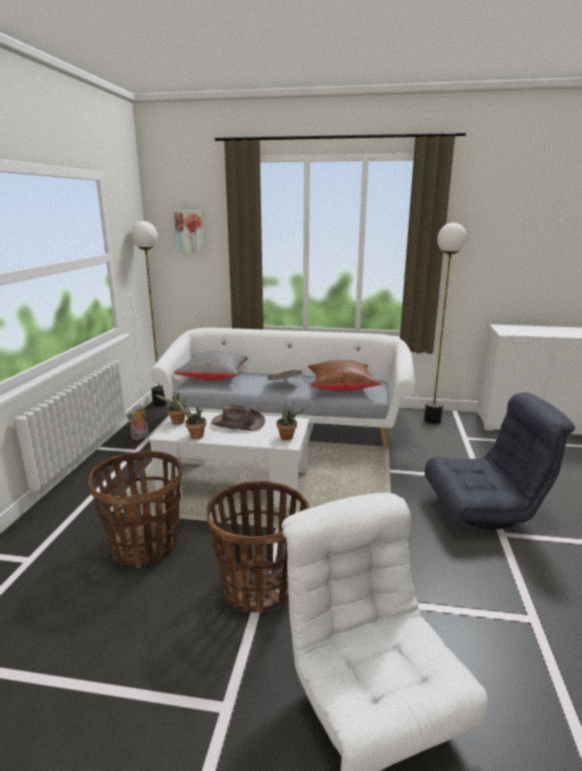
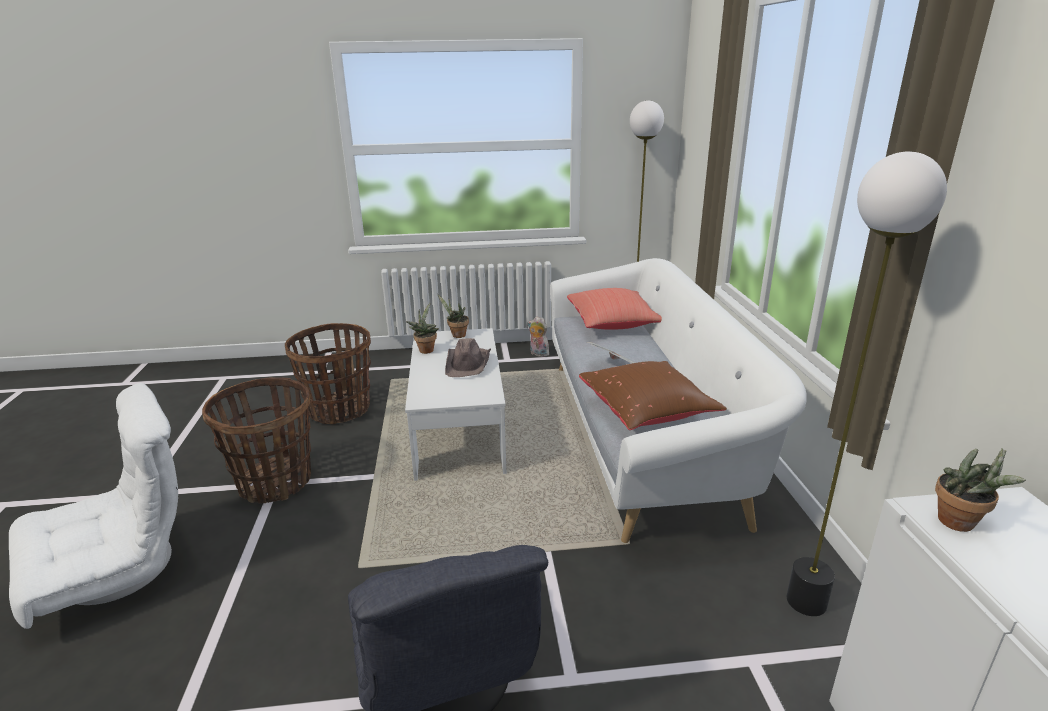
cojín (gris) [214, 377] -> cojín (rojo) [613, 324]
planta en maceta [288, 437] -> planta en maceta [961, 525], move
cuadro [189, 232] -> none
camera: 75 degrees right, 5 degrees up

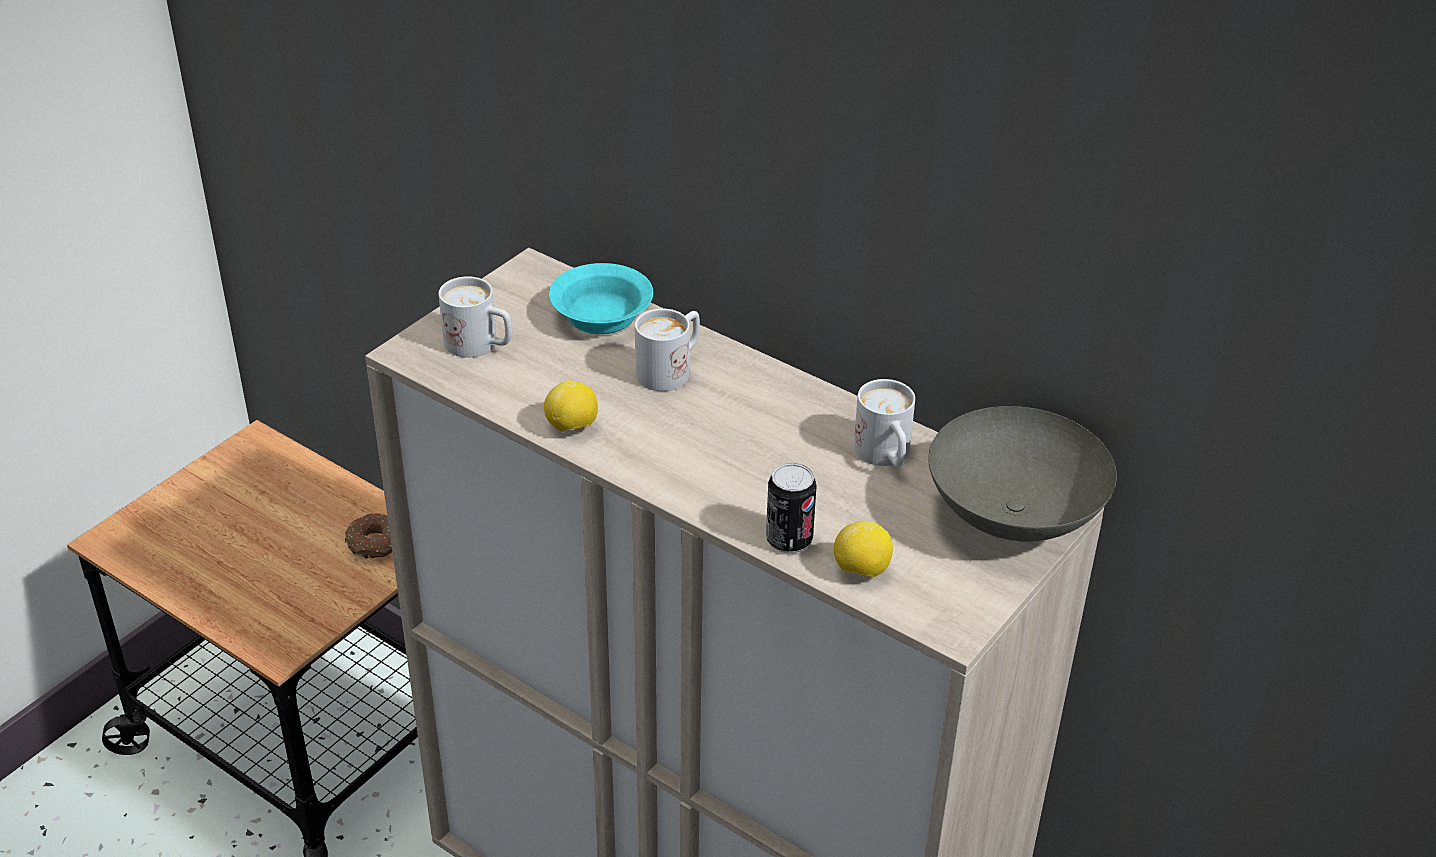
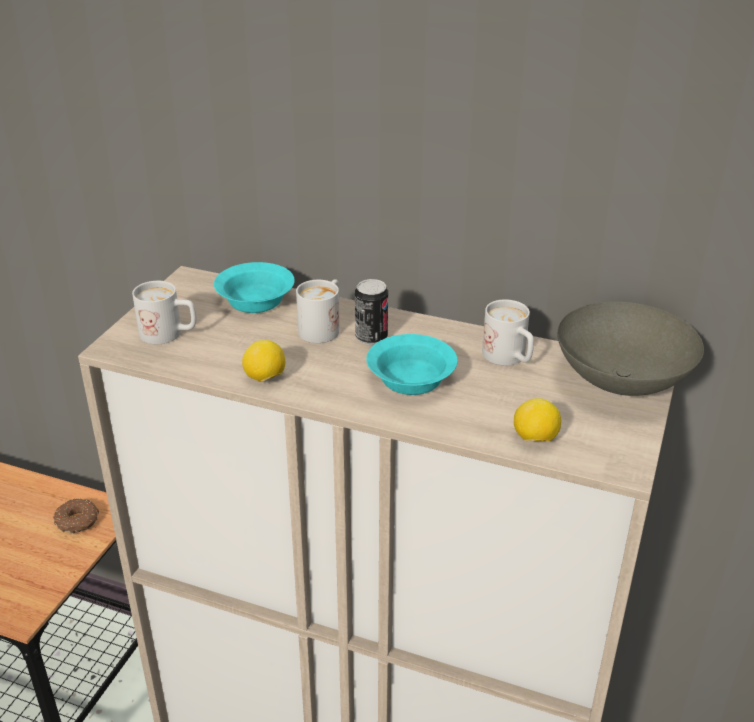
lata [789, 540] -> lata [371, 337], move
none -> cuenco (turquesa) [409, 379]
camera: 15 degrees left, 5 degrees down

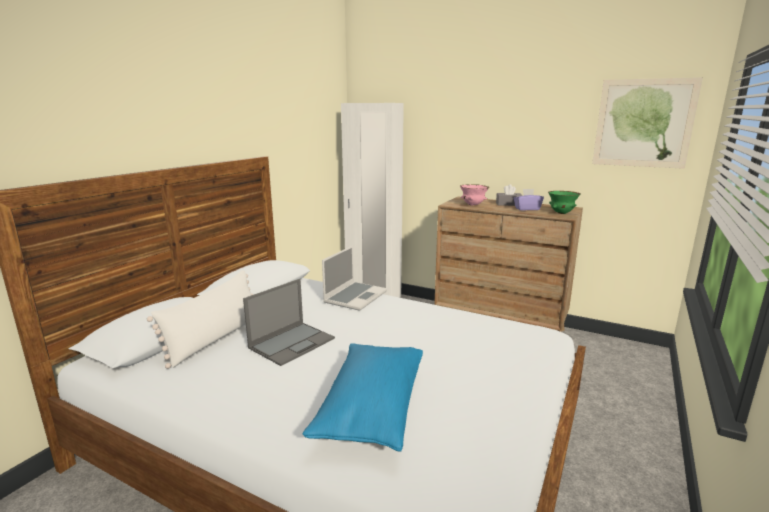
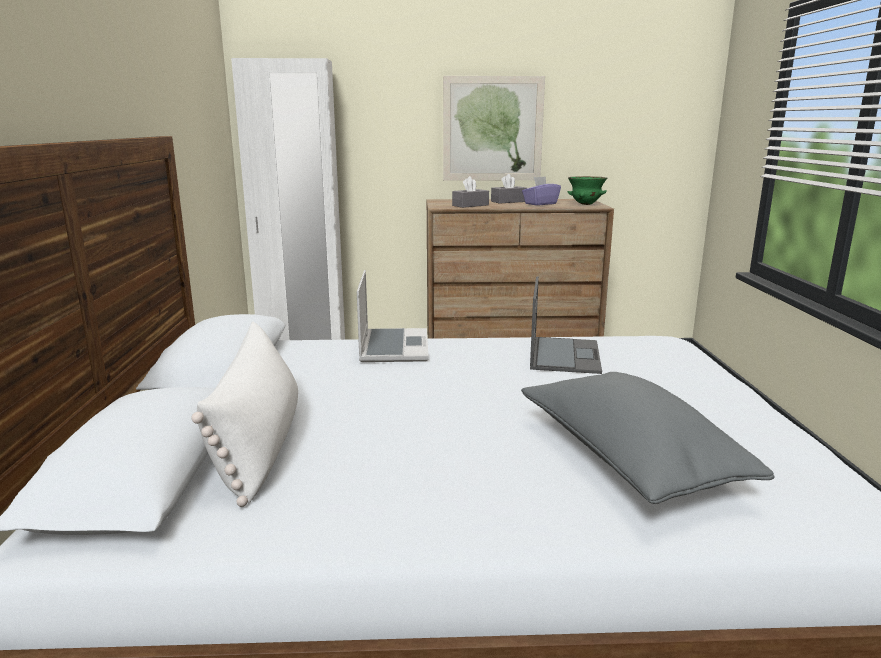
cuadro [643, 123] -> cuadro [492, 129], move
cuenco (rosa) [473, 205] -> caja de pañuelos (gris) [470, 205]
cojín (azul) [371, 408] -> cojín (gris) [627, 459]
portátil [292, 343] -> portátil [564, 355], move
camera: 30 degrees left, 0 degrees up

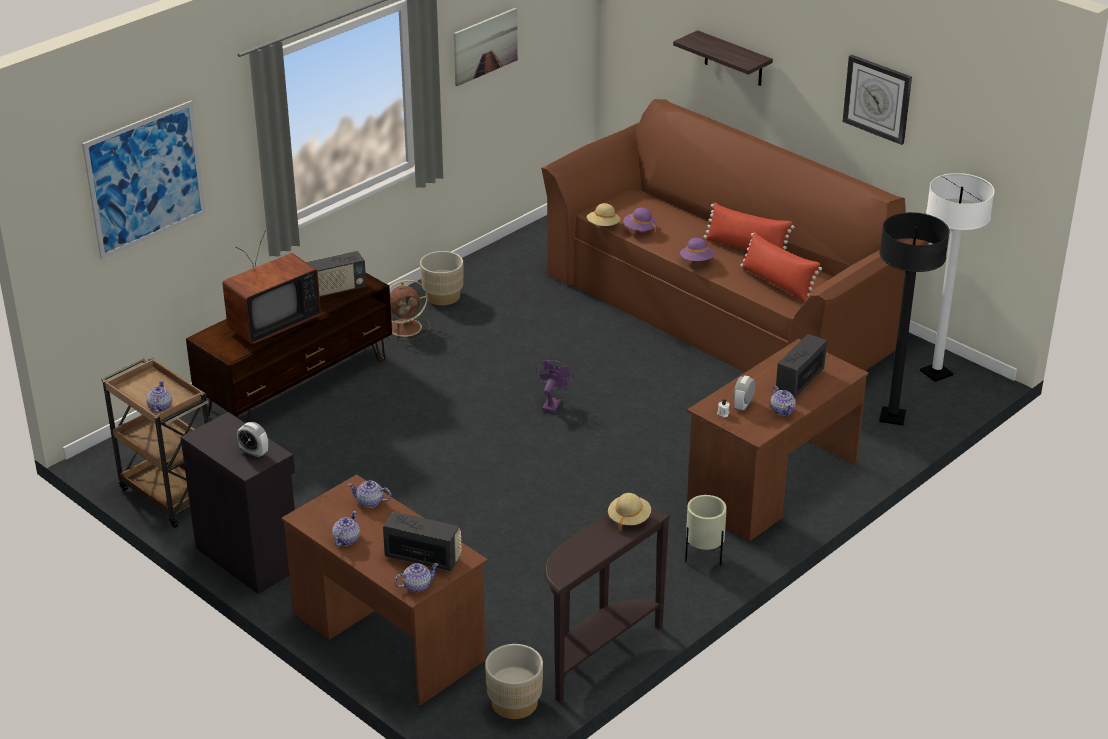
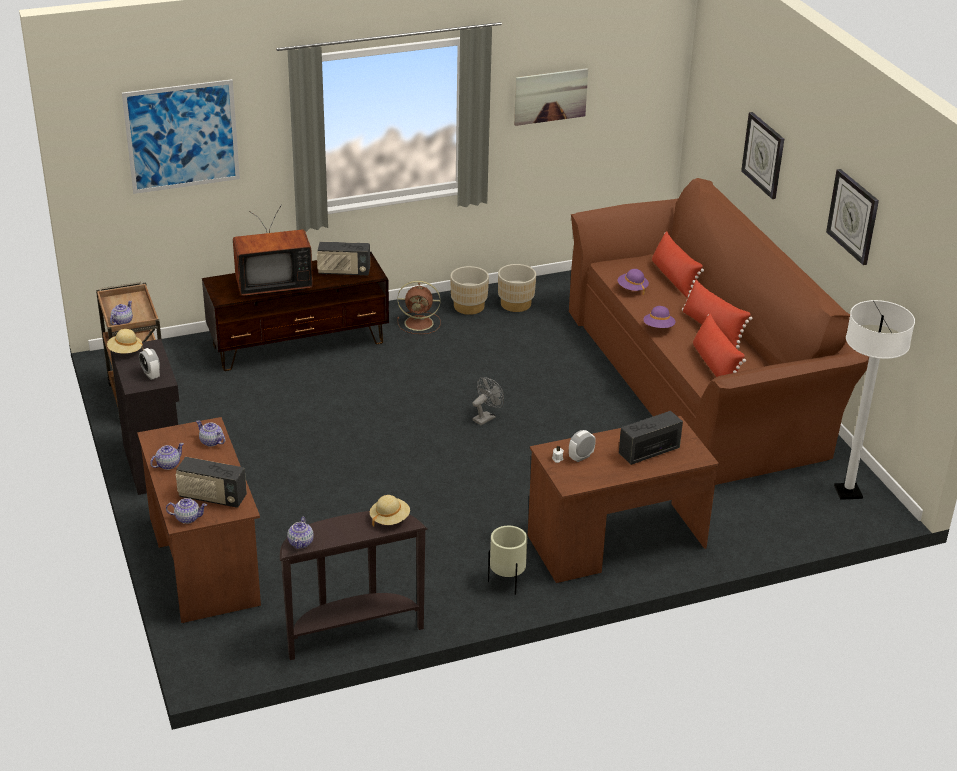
sombrero (beis) [603, 225] -> sombrero (beis) [125, 351], move
radio [423, 557] -> radio [212, 497], 150 degrees clockwise
tetera [782, 410] -> tetera [301, 542], move
ventilador (morado) [553, 403] -> ventilador (gris) [486, 417]
maceta (beis) [514, 703] -> maceta (beis) [516, 304], move
none -> cojín (rojo) [674, 278]
estante [733, 59] -> reloj de pared [764, 155]
lámpara de pie (negro) [892, 417] -> none
camera: 25 degrees right, 0 degrees up

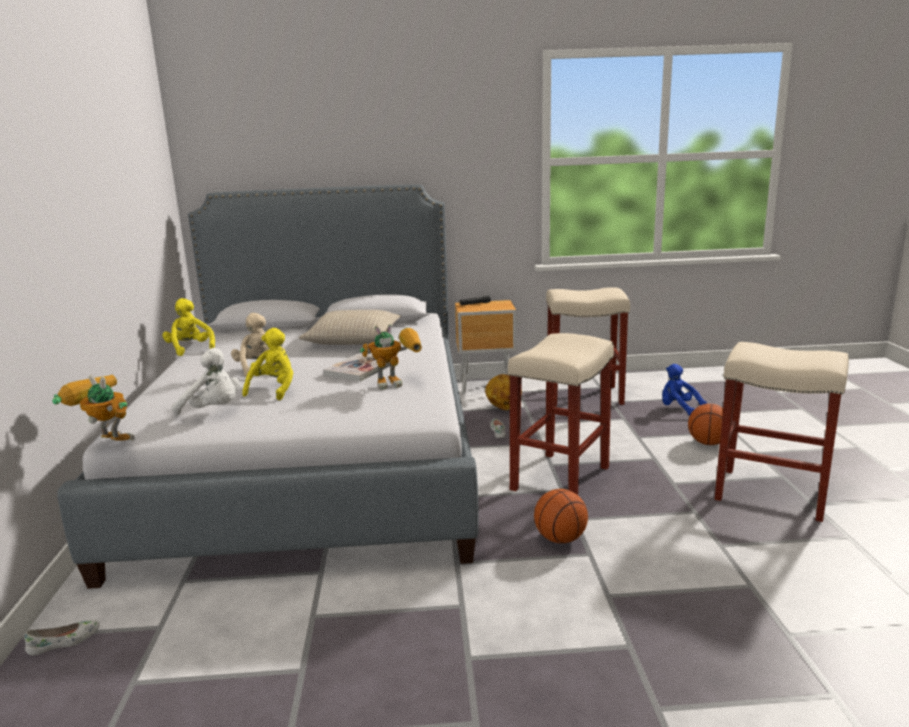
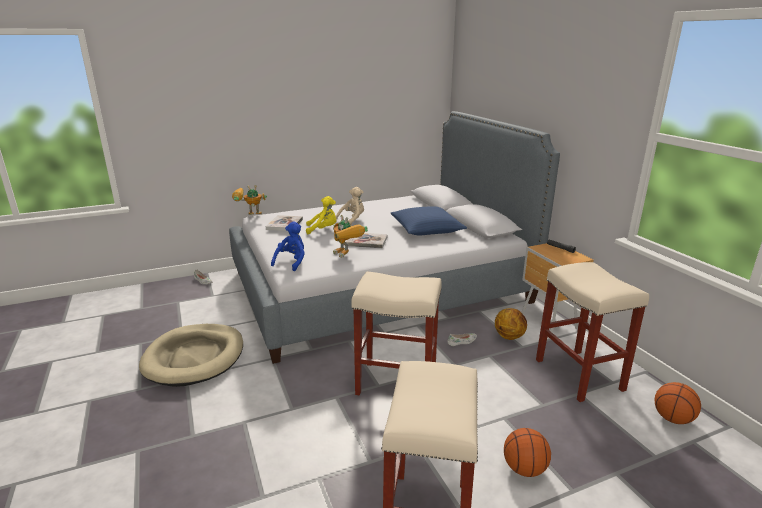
none -> cama para perro (beis) [194, 357]
robot de juguete [104, 441] -> robot de juguete [249, 216], 105 degrees counterclockwise
peluche (blanco) [213, 410] -> libro [284, 224]
peluche (azul) [678, 409] -> peluche (azul) [291, 262], move
cojín (beis) [353, 340] -> cojín (azul) [426, 229]
balón de baloncesto [560, 539] -> balón de baloncesto [672, 419], move
peluche (amarillo) [190, 349] -> none
camera: 70 degrees right, 5 degrees up

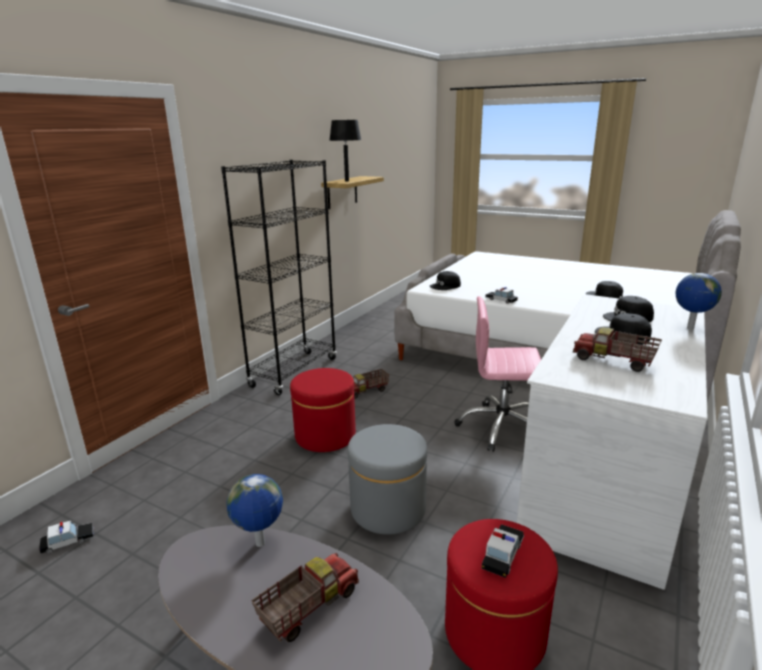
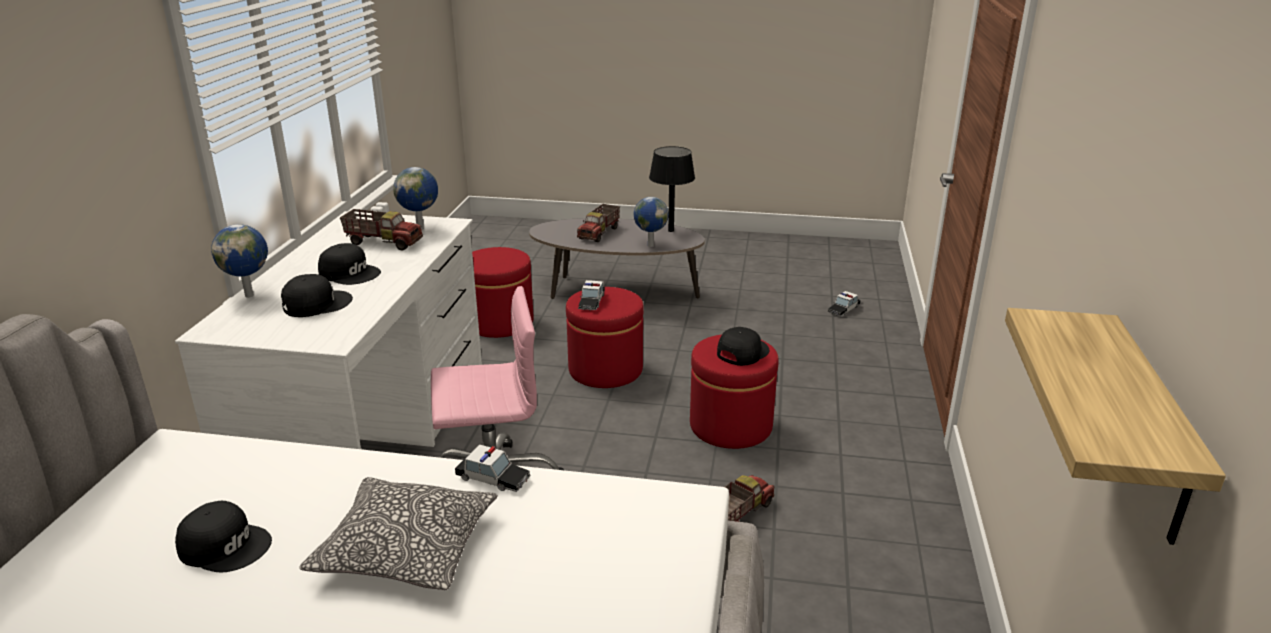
none -> cojín [406, 549]
none -> globo terráqueo [421, 228]
puf (gris) [388, 509] -> puf (rojo) [605, 370]
coche de juguete [503, 554] -> coche de juguete [591, 302], move
lámpara de mesa (negro) [346, 181] -> lámpara de mesa (negro) [671, 230], move
gorra (negro) [445, 286] -> gorra (negro) [742, 352], move
estantería (negro) [294, 372] -> none
camera: 160 degrees right, 5 degrees up

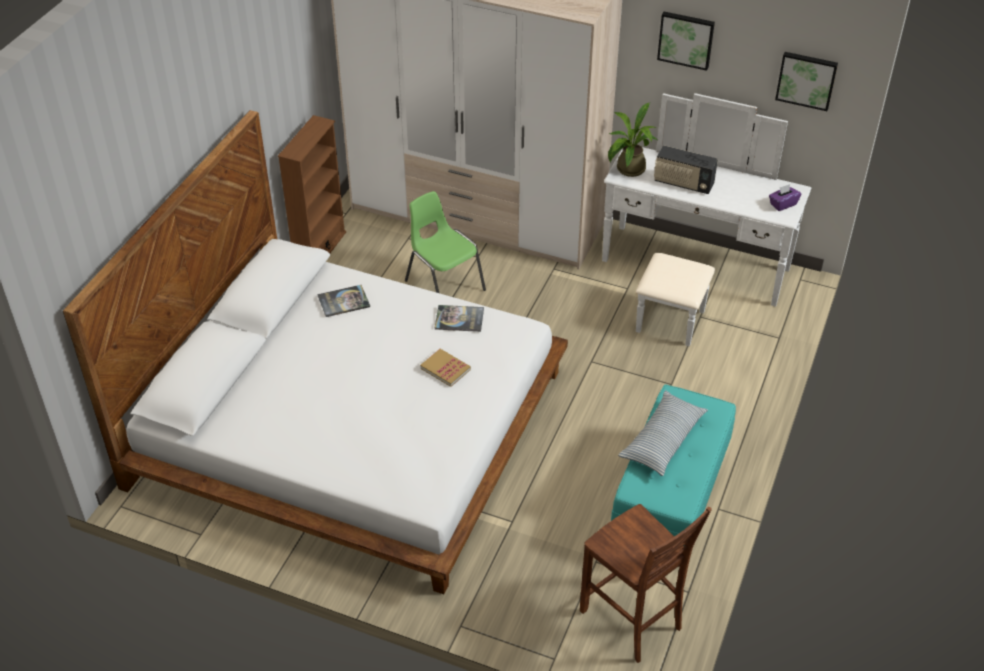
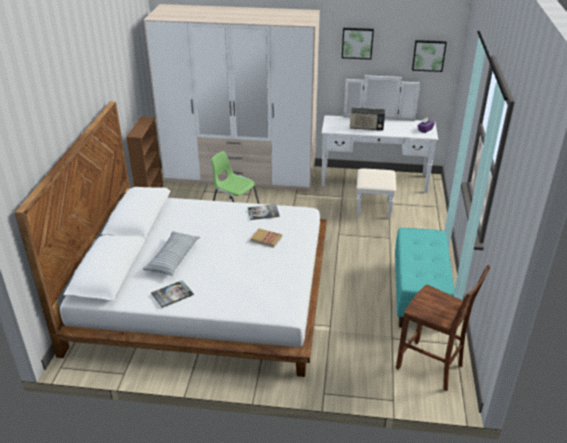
cojín [662, 440] -> cojín [173, 258], move
libro [343, 301] -> libro [172, 294], move
planta en maceta [627, 170] -> none
camera: 15 degrees left, 10 degrees down

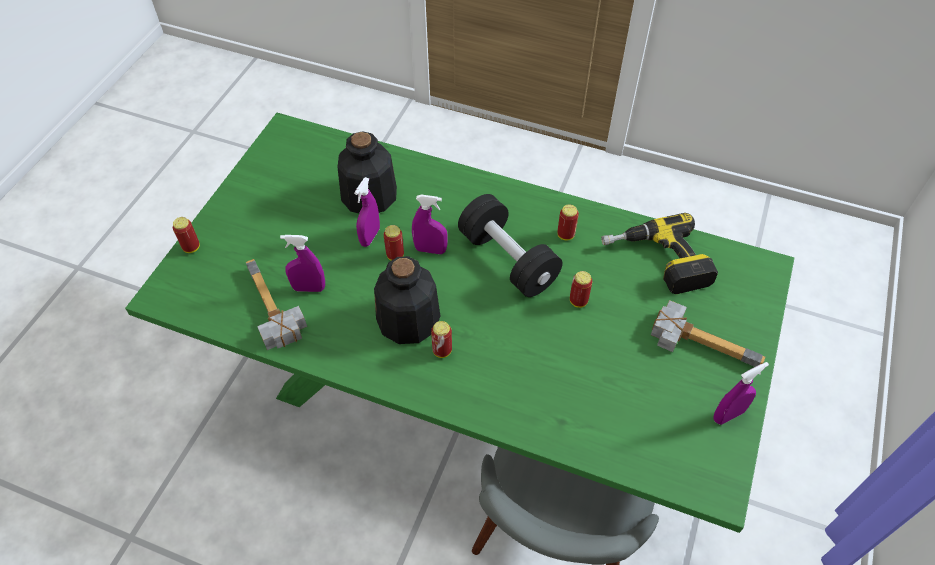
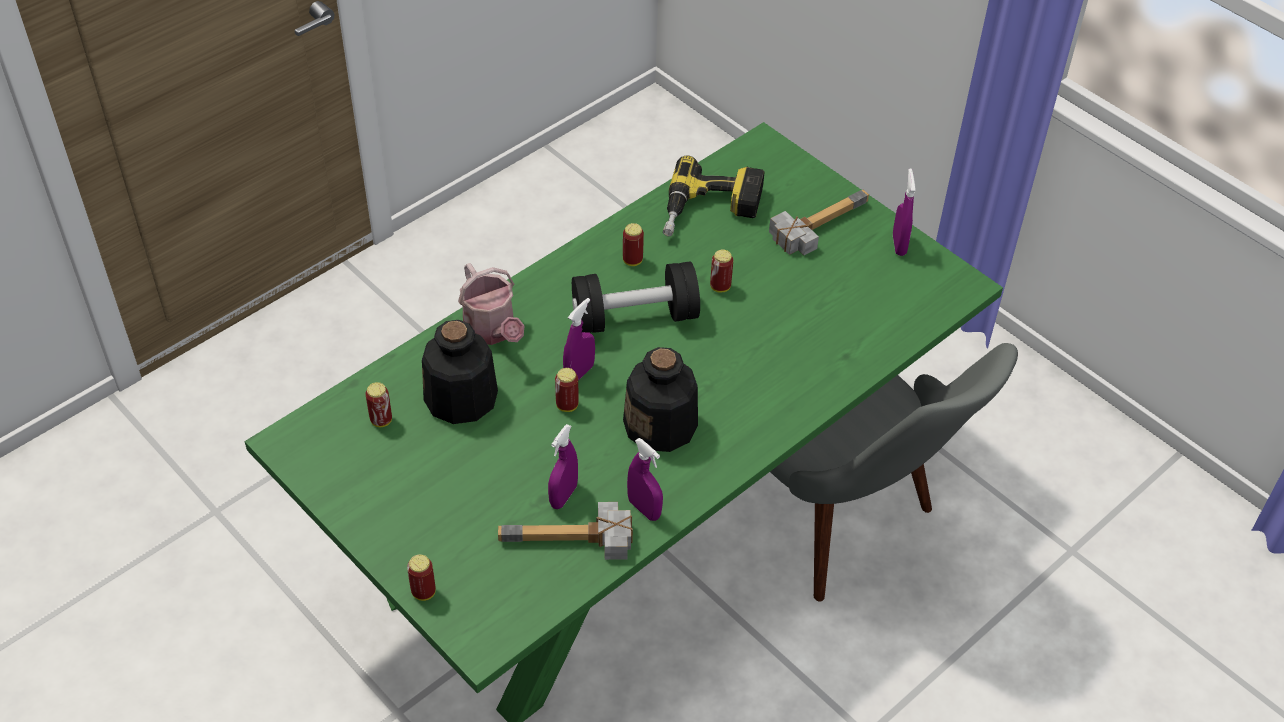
lata [442, 351] -> lata [381, 420], move
none -> regadera [492, 331]
pulverizador (morado) [370, 237] -> pulverizador (morado) [644, 509], move
camera: 65 degrees left, 5 degrees down

